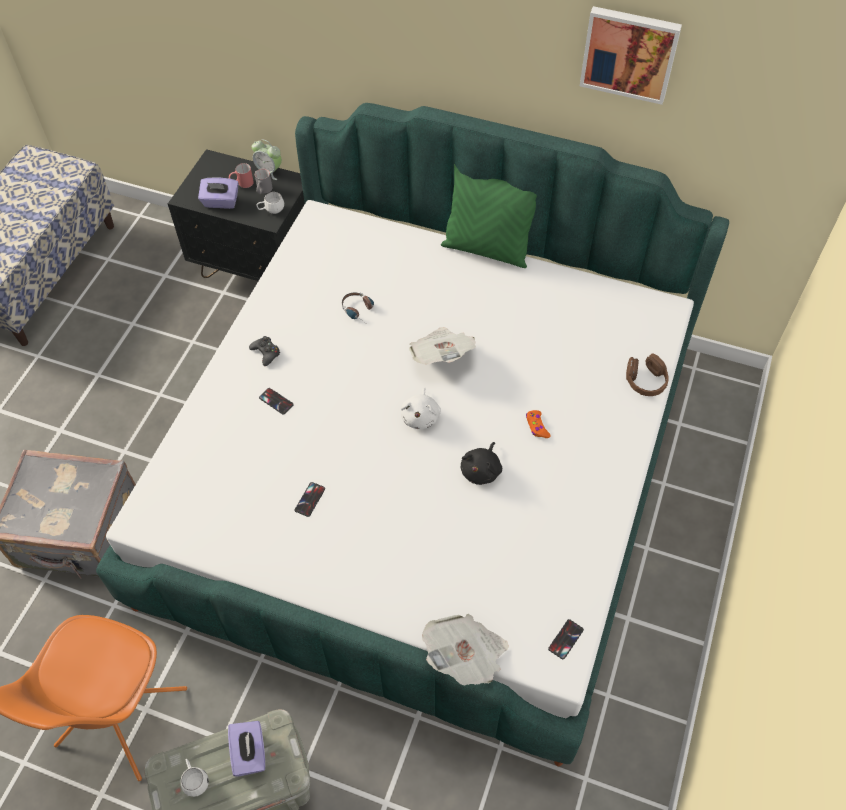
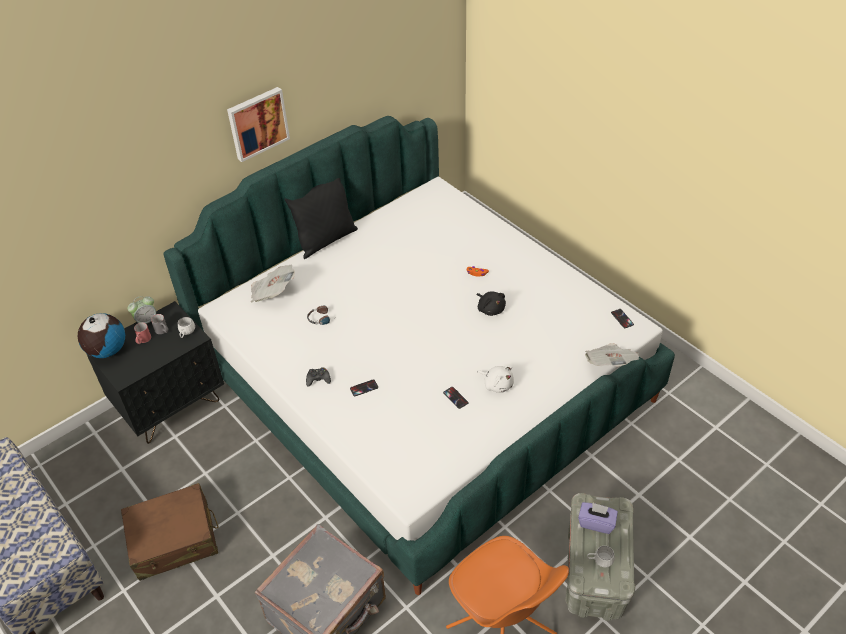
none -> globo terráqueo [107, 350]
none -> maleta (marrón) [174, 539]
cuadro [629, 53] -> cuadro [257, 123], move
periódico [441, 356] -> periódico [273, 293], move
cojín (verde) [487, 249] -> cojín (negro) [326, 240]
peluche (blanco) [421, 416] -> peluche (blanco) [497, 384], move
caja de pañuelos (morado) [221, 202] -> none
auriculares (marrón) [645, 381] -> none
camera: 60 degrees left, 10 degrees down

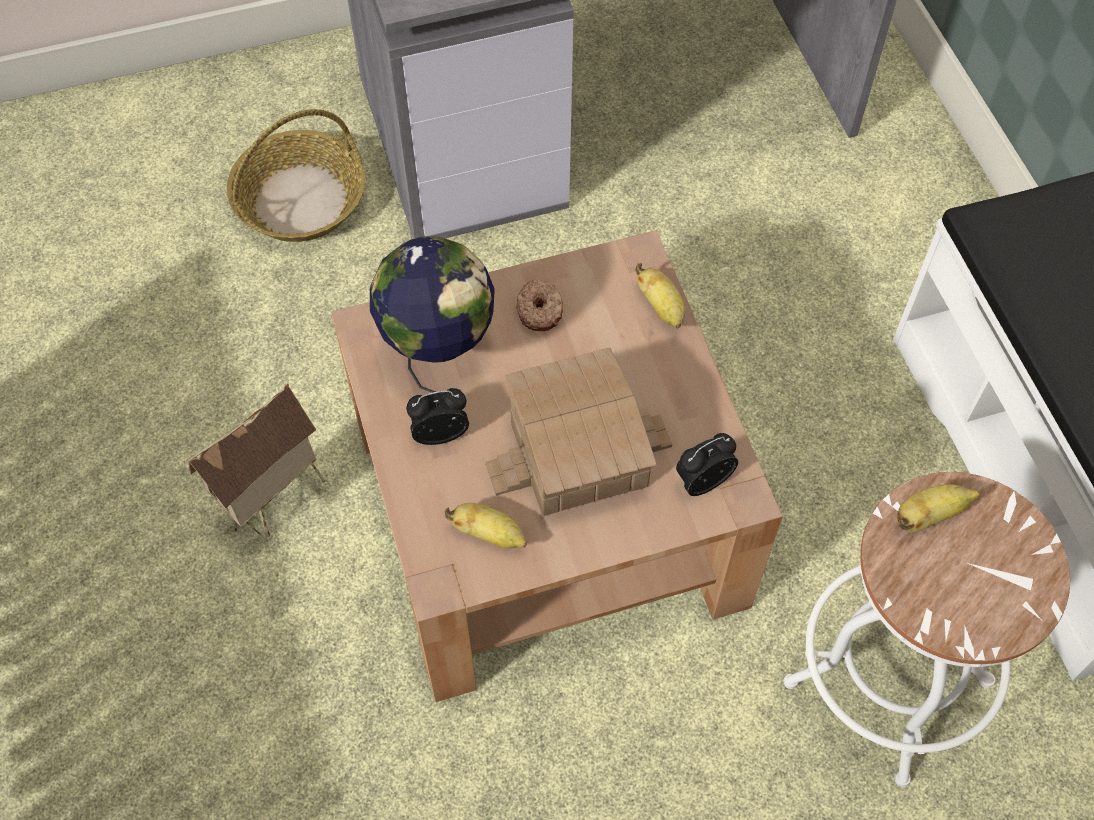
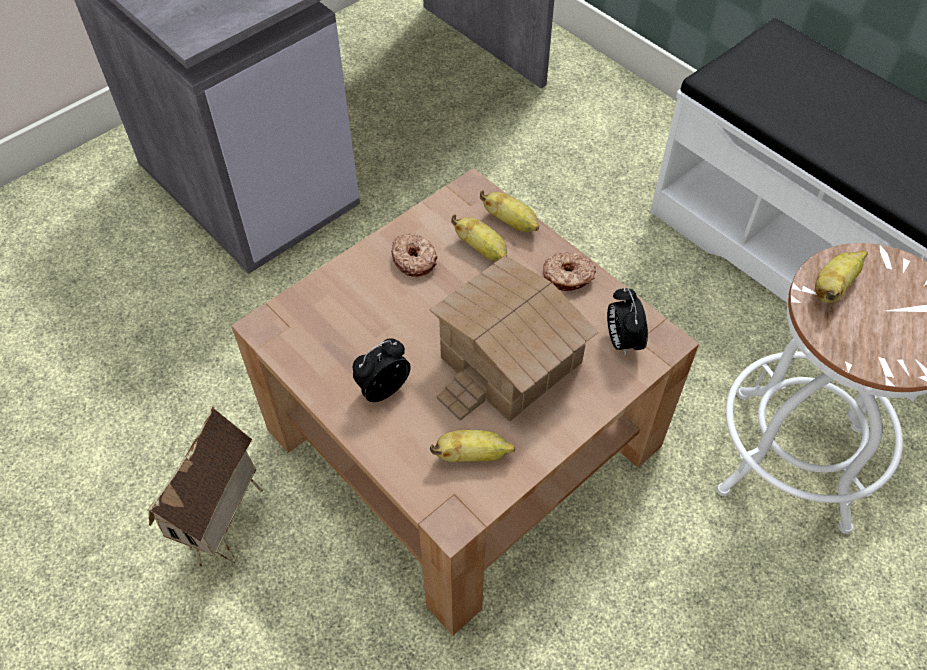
none -> plátano [482, 250]
none -> rosquilla [567, 277]
despertador [702, 481] -> despertador [622, 341], 45 degrees counterclockwise
cesta [301, 200] -> none
globo terráqueo [438, 352] -> none
camera: 25 degrees left, 5 degrees down

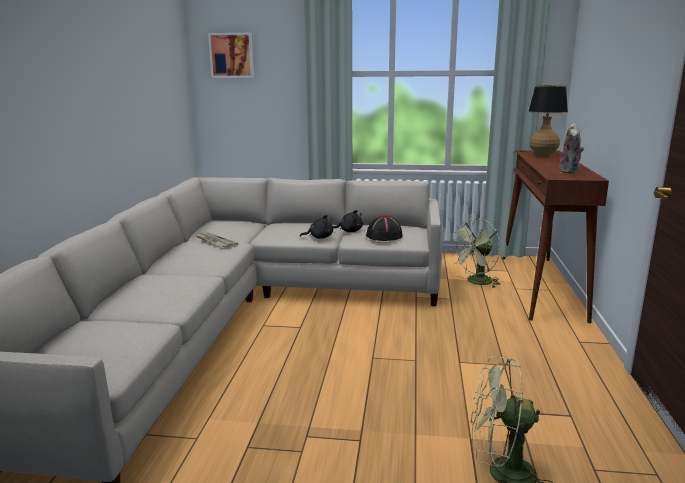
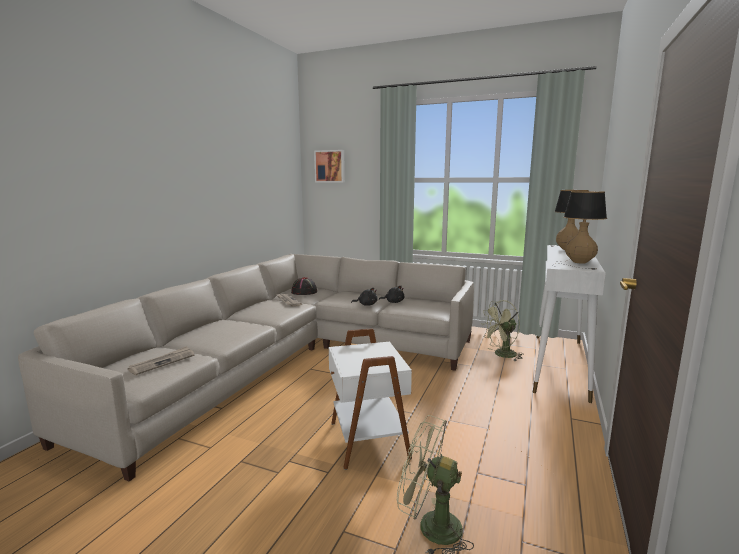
none -> periódico [162, 362]
sombrero (negro) [384, 236] -> sombrero (negro) [304, 292], move
none -> mesa auxiliar (blanco) [366, 440]
mesa consola (marrón) [540, 286] -> mesa consola (blanco) [559, 365]
peluche [570, 171] -> lámpara de mesa [576, 263]
camera: 15 degrees right, 5 degrees down

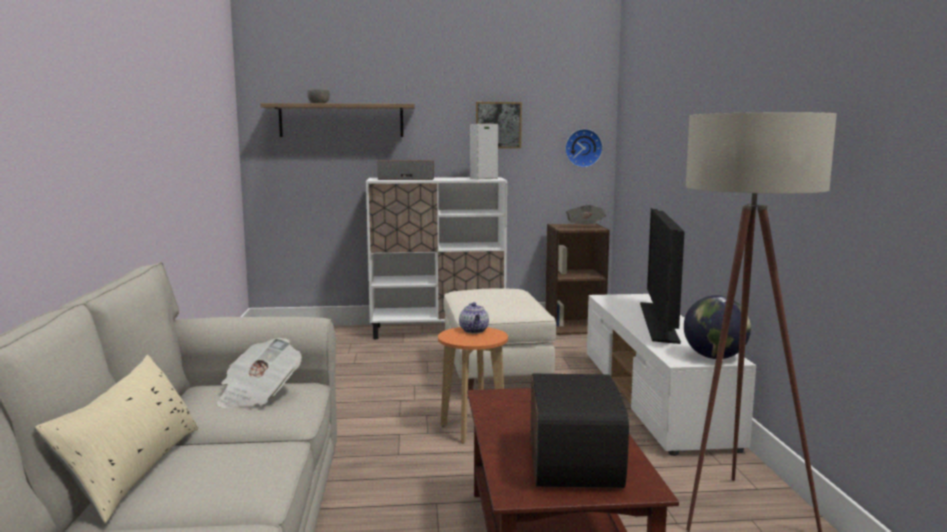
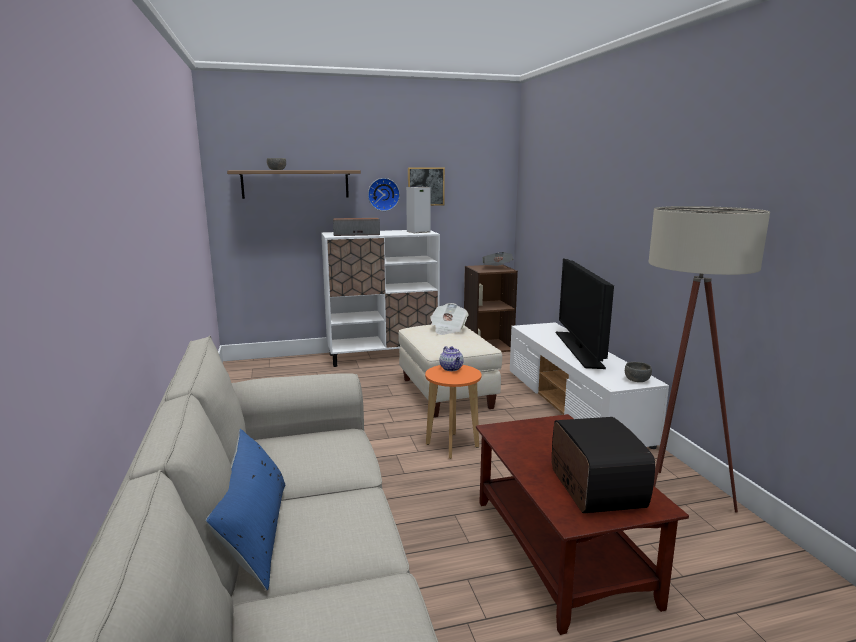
cojín (beis) [133, 469] -> cojín (azul) [255, 532]
reloj de pared [583, 148] -> reloj de pared [383, 194], move
periódico [258, 395] -> periódico [448, 329], move
globo terráqueo [715, 357] -> cuenco (gris) [637, 380]
camera: 10 degrees left, 5 degrees up

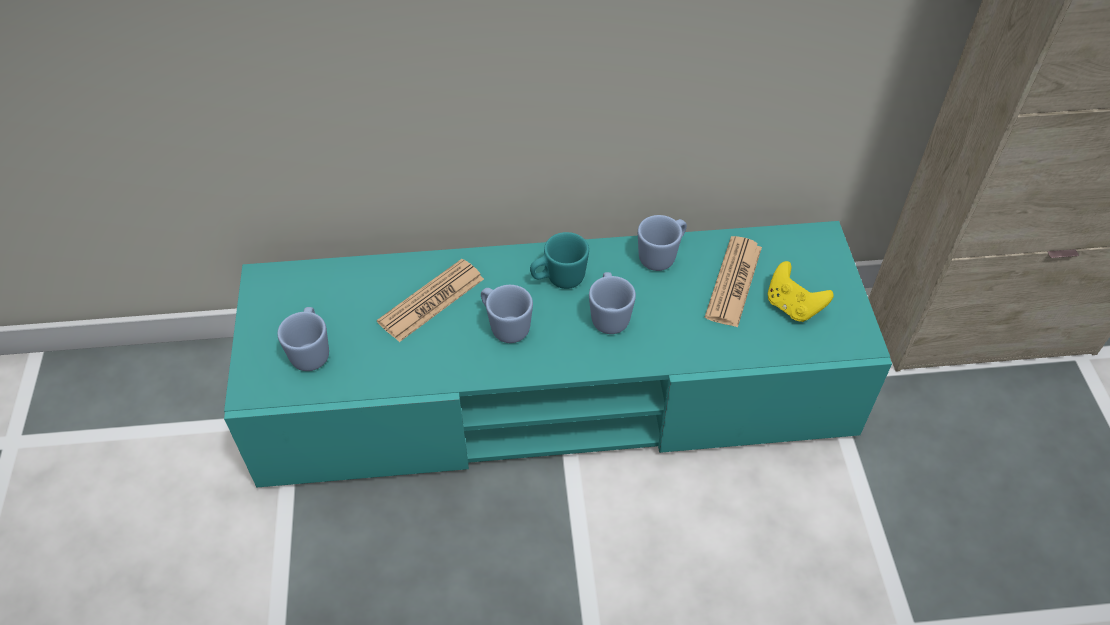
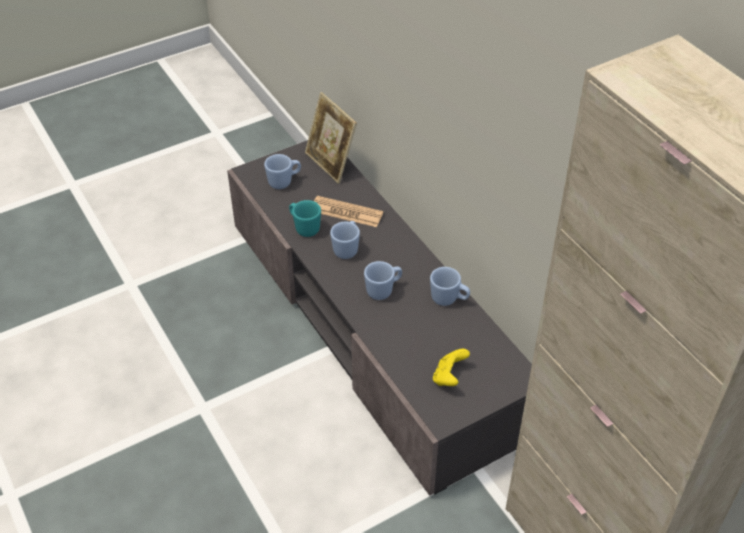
mueble de televisión (turquesa) [555, 390] -> mueble de televisión (gris) [372, 325]
taza grande (turquesa) [558, 279] -> taza grande (turquesa) [304, 228], move
none -> portarretratos [331, 164]
periódico [733, 282] -> none
camera: 65 degrees right, 5 degrees down

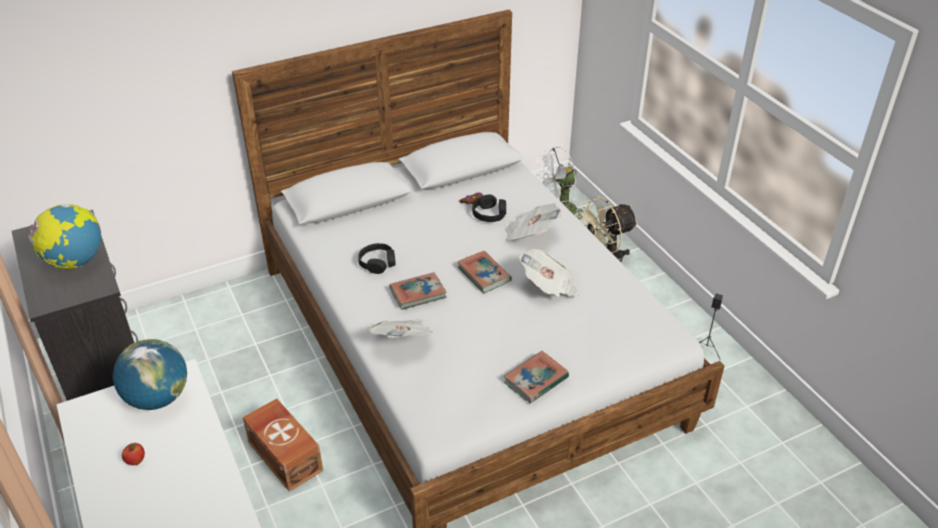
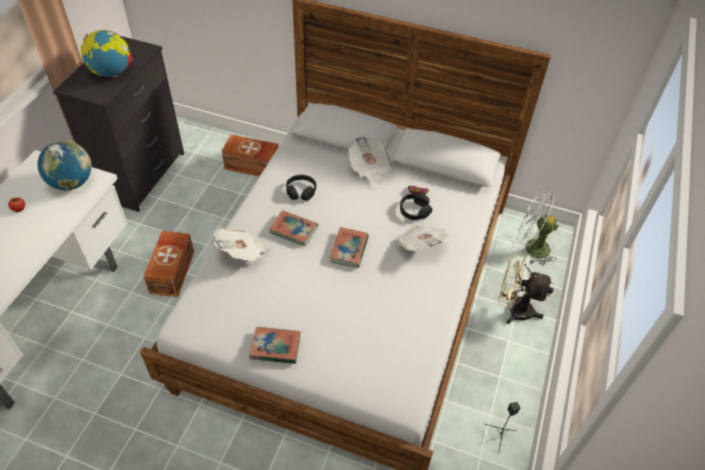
none -> caja de almacenaje (marrón) [252, 166]
periódico [549, 286] -> periódico [370, 170], move
camera: 45 degrees right, 10 degrees up

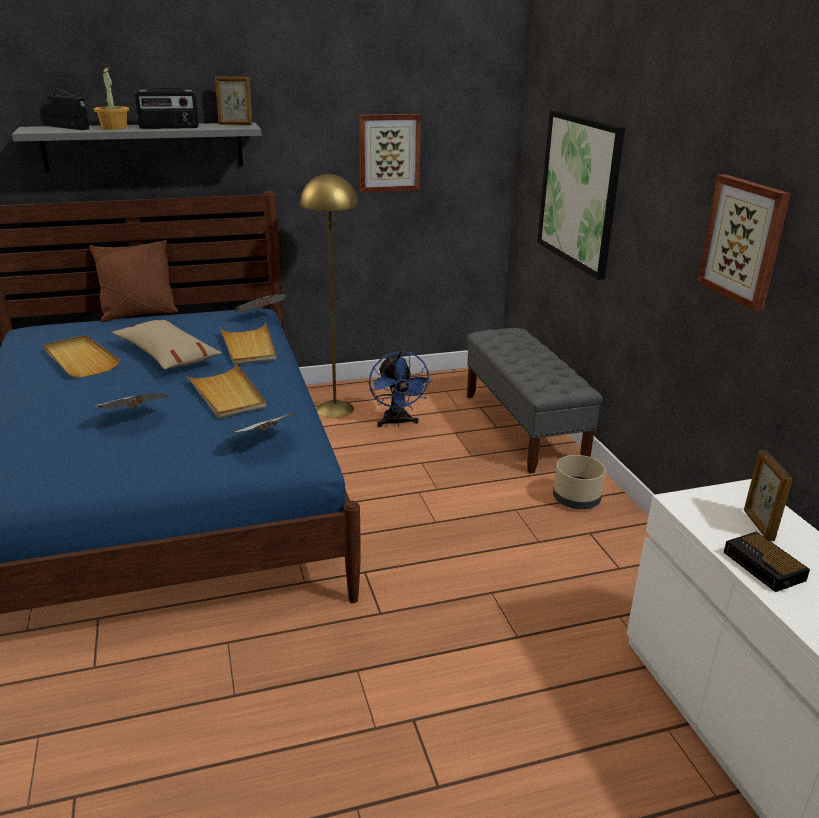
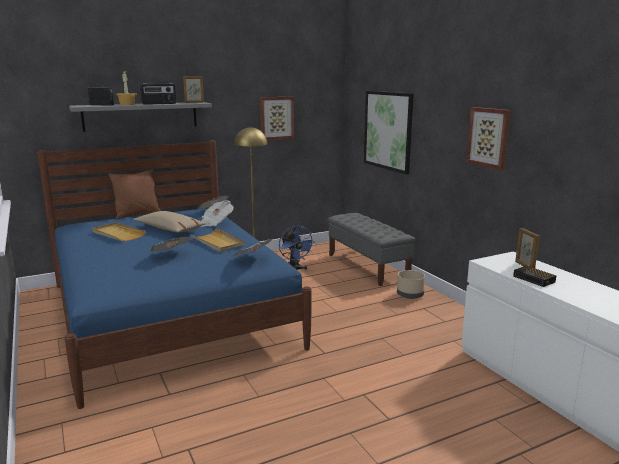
bandeja (beis) [249, 347] -> periódico [215, 223]
camera: 10 degrees left, 10 degrees down

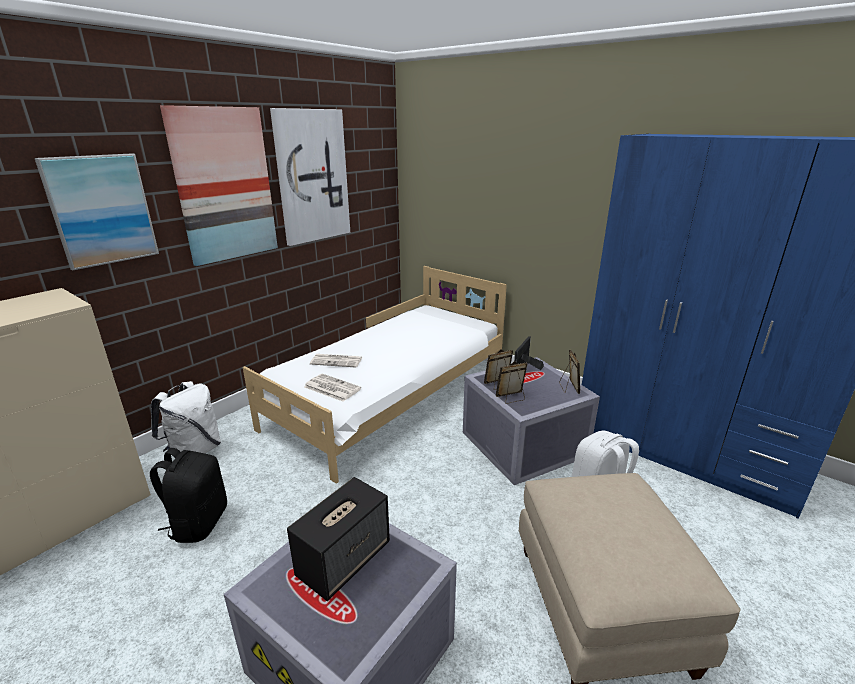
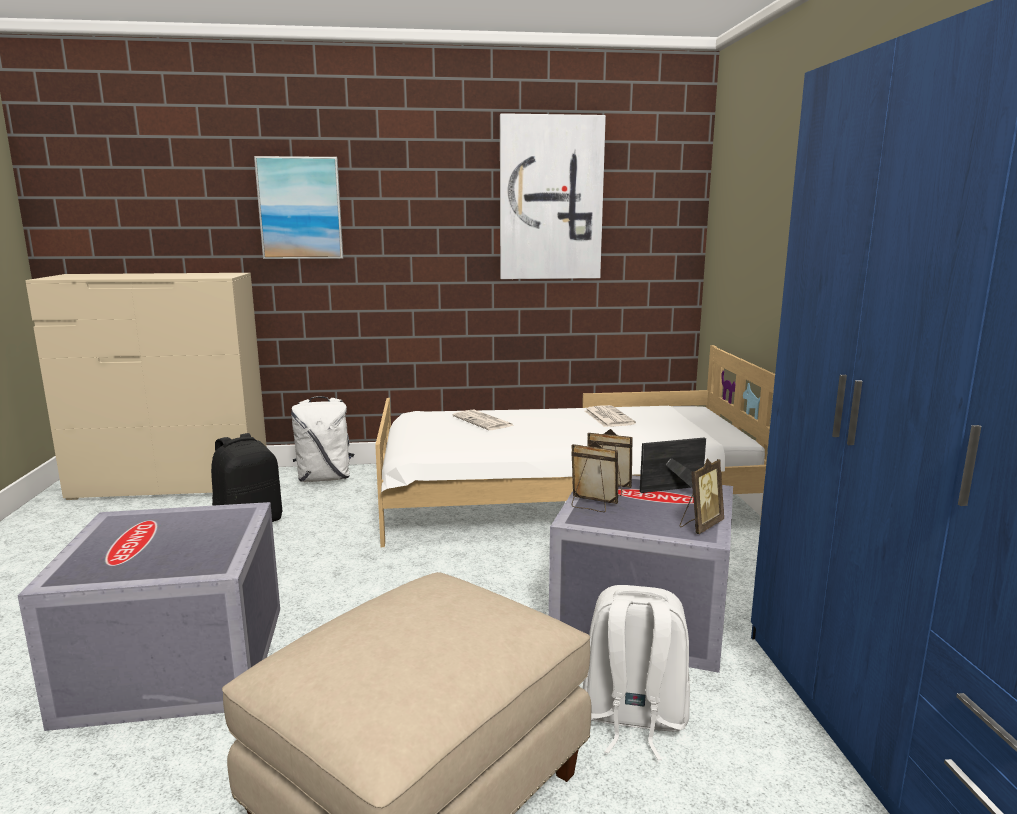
periódico [331, 388] -> periódico [608, 417], move
cuadro [224, 185] -> none
altavoz [344, 559] -> none
camera: 45 degrees right, 10 degrees down

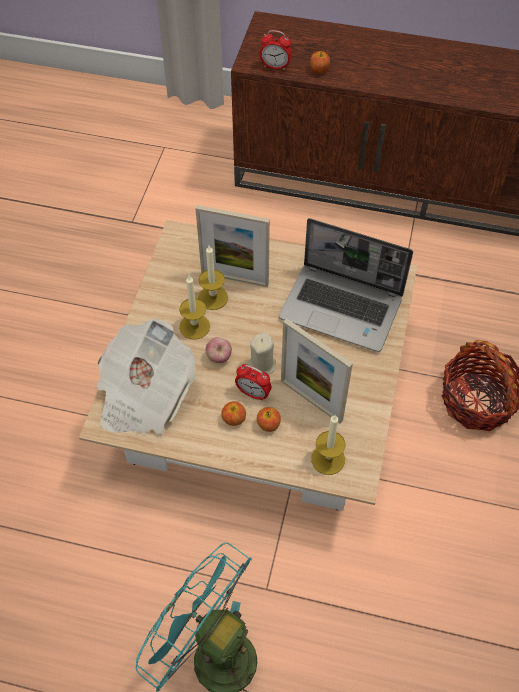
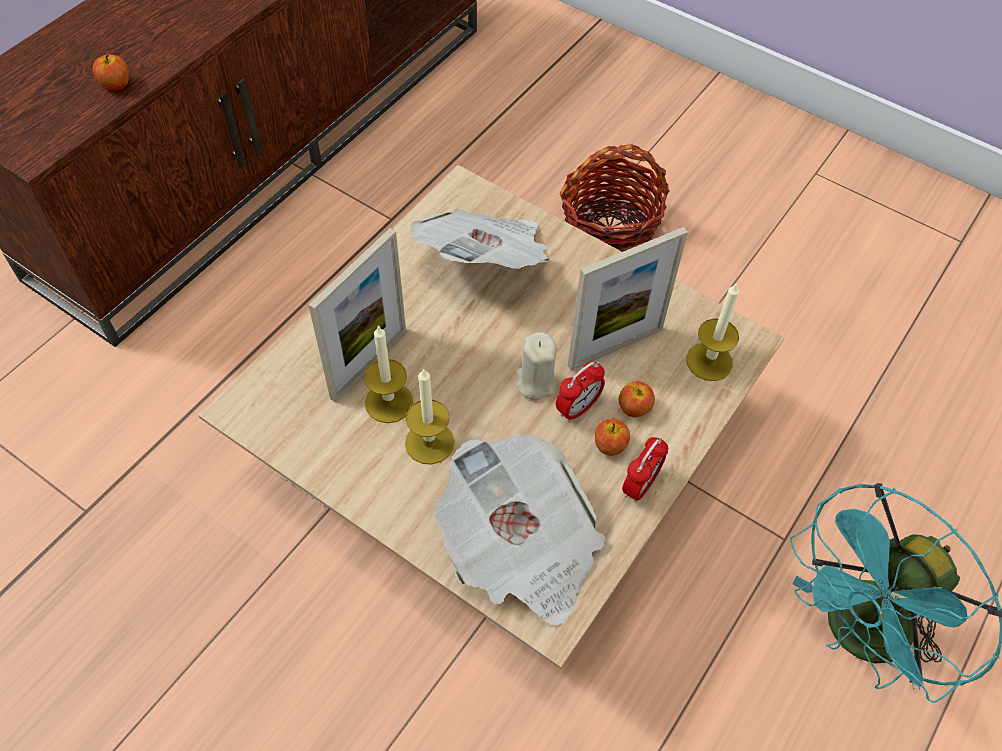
portátil [343, 308] -> periódico [485, 261]
despertador [275, 67] -> despertador [640, 485], move
manzana [219, 357] -> none
camera: 70 degrees left, 0 degrees up

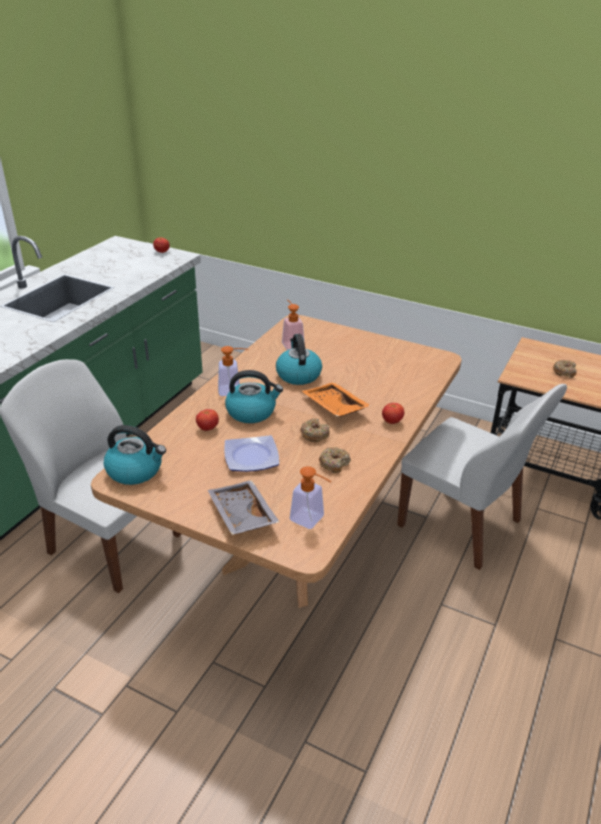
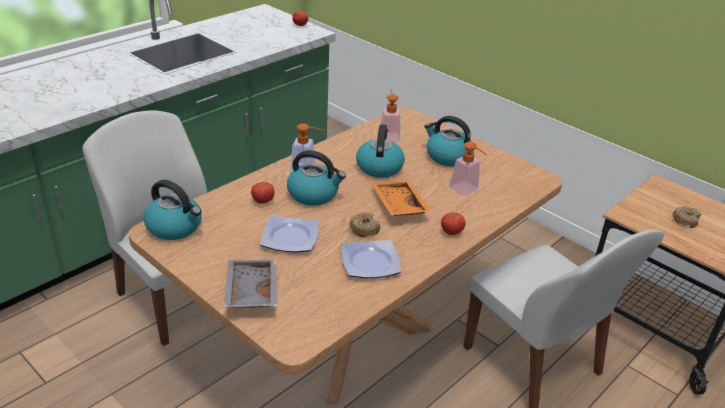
rosquilla [334, 463] -> plato [369, 262]
none -> hervidor [447, 157]
dispensador de jabón [312, 520] -> dispensador de jabón [467, 190], move
camera: 15 degrees right, 0 degrees up

